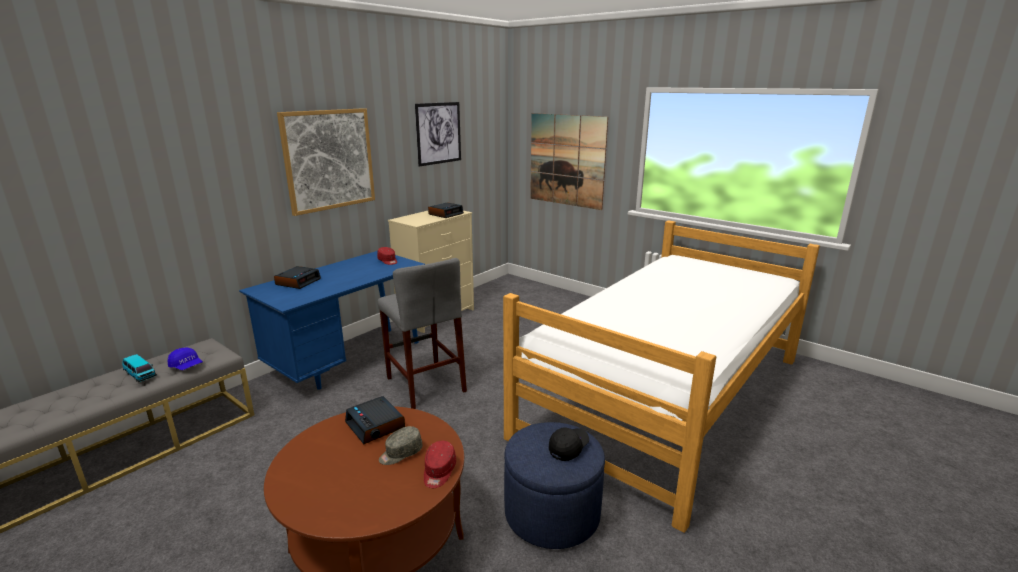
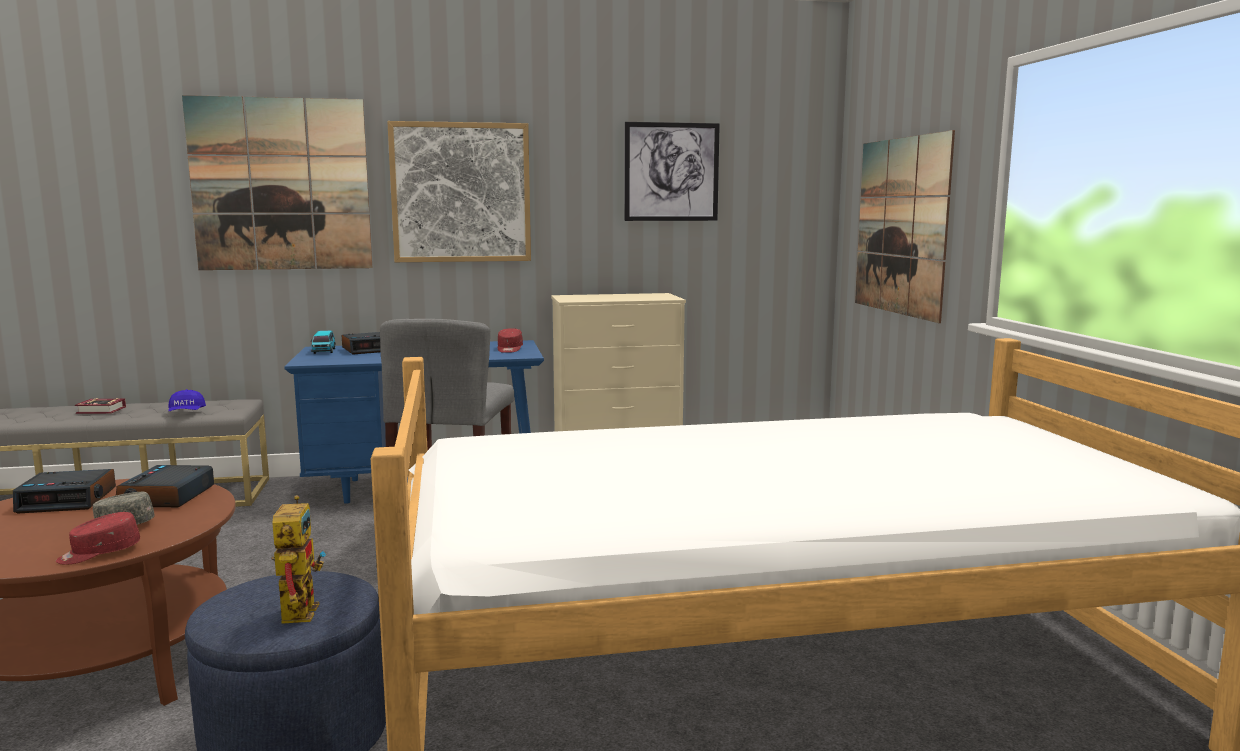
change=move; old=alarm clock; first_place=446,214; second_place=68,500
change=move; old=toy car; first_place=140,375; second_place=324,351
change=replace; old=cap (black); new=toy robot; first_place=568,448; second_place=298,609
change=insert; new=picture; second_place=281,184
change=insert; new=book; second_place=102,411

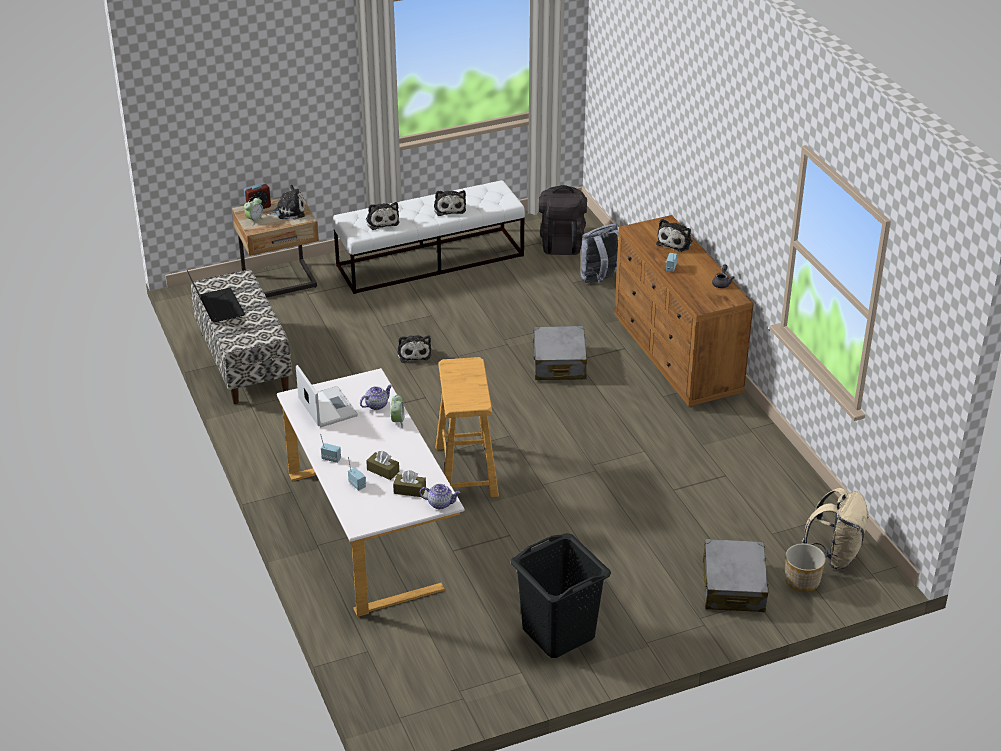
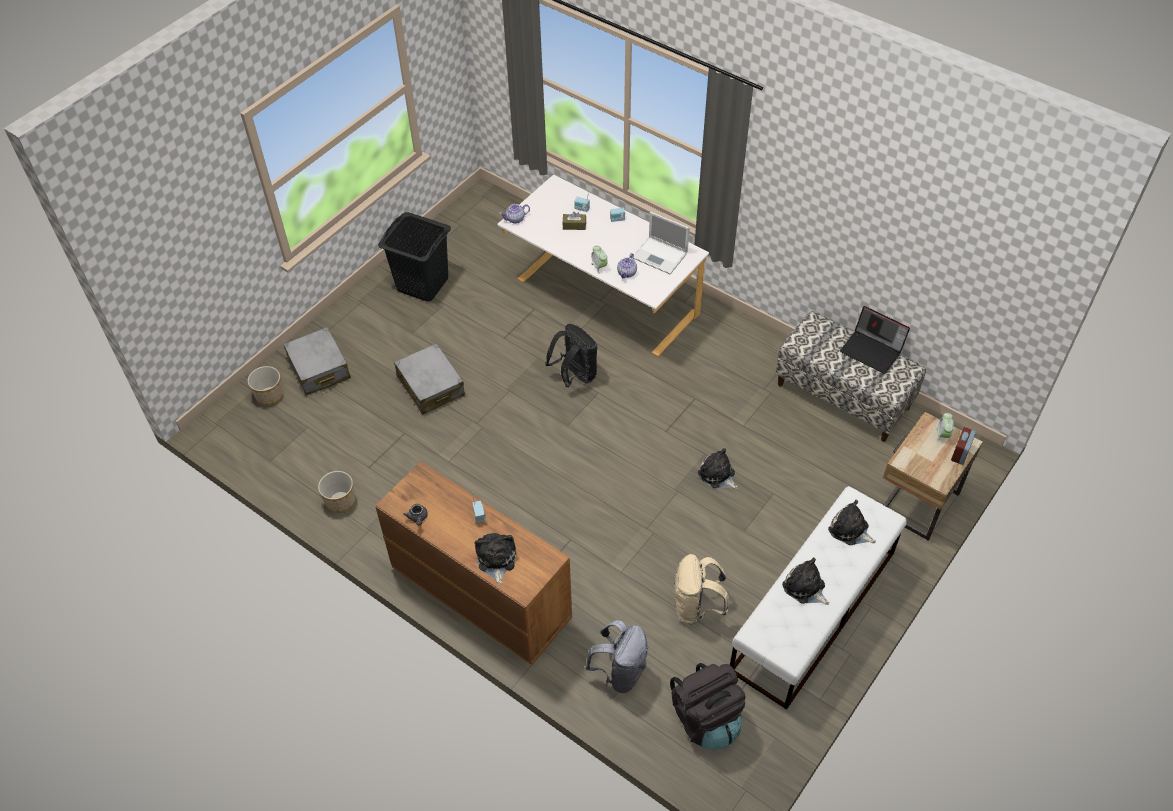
change=delete; old=plush toy; first_place=288,211
change=move; old=suitcase (grey); first_place=559,363; second_place=430,386
change=replace; old=stool (beige); new=backpack (black); first_place=466,471; second_place=575,375
change=delete; old=tissue box (brown); first_place=409,490
change=move; old=backpack (beige); first_place=834,555; second_place=696,607
change=insert; new=planter; second_place=340,501

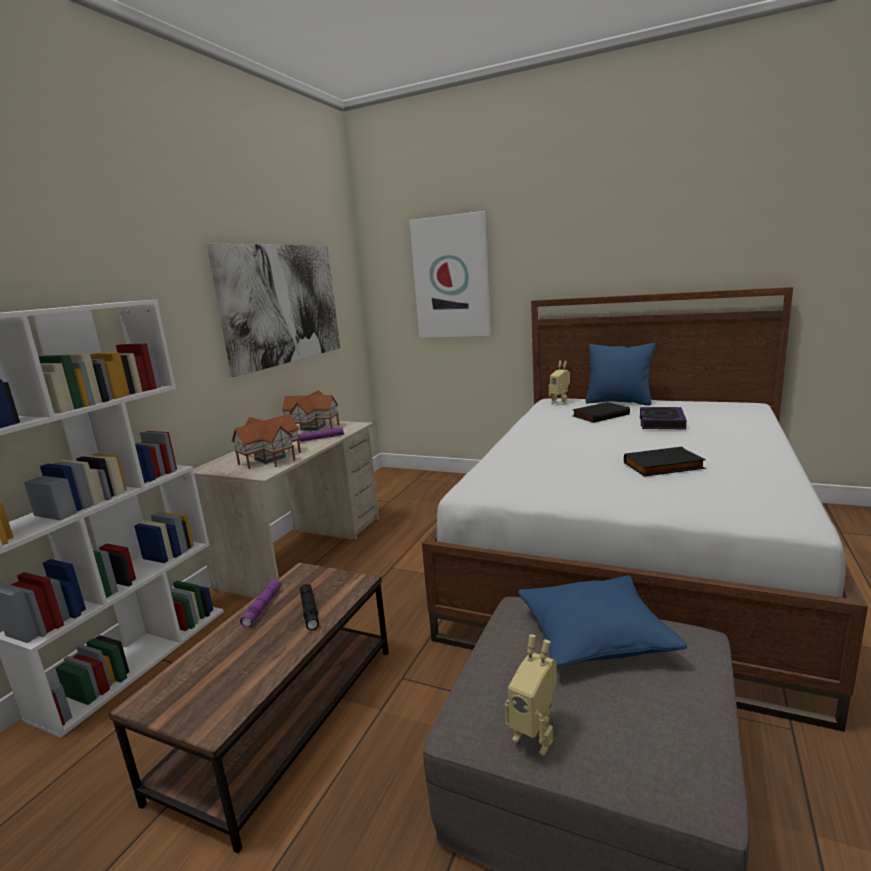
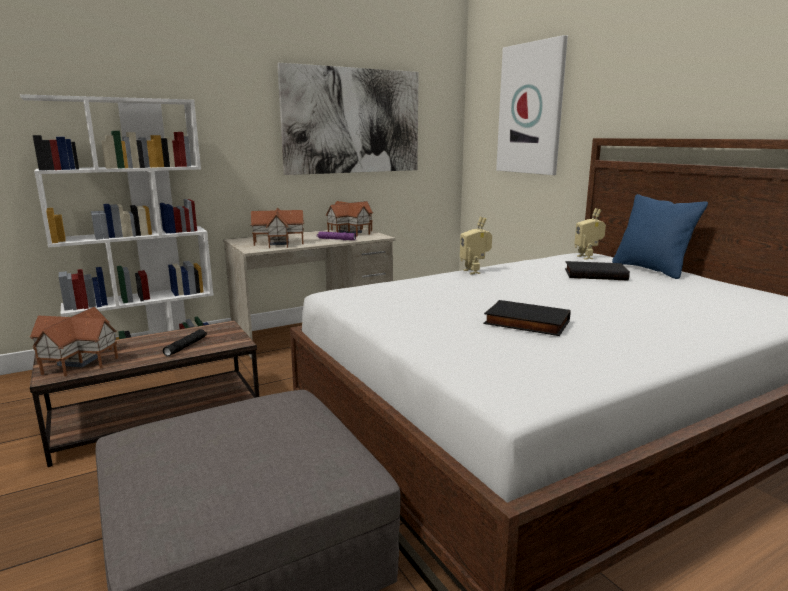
change=delete; old=book; first_place=661,422
change=delete; old=pillow (blue); first_place=595,636
change=delete; old=flashlight (purple); first_place=262,607
change=move; old=toy robot; first_place=535,736; second_place=474,271
change=insert; new=toy house; second_place=78,360

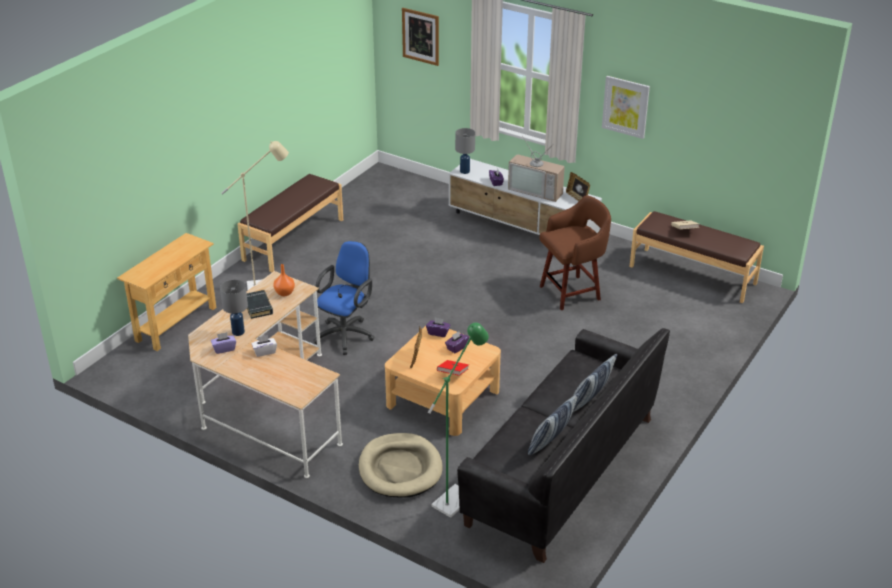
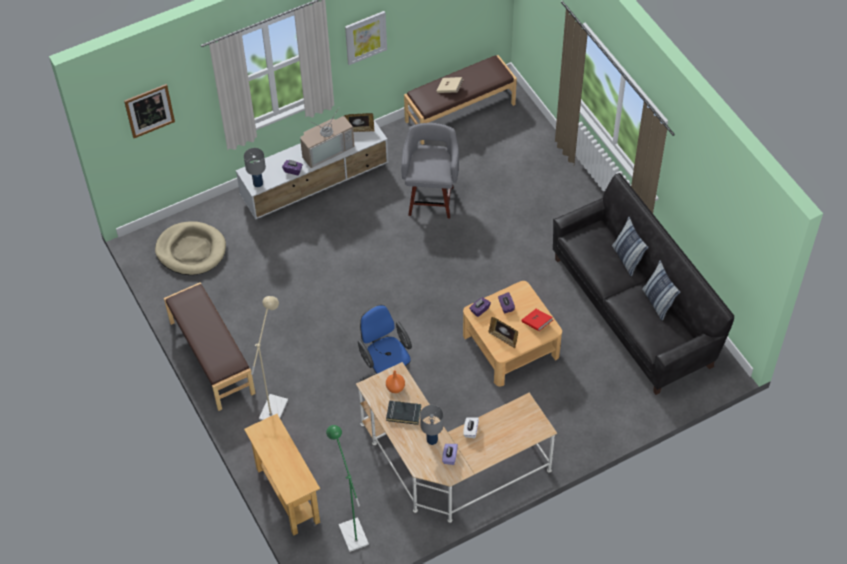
change=recolor; old=stool (brown); new=stool (grey); first_place=572,292; second_place=431,199
change=move; old=floor lamp (green); first_place=457,497; second_place=351,529
change=move; old=dog bed (beige); first_place=400,469; second_place=191,250

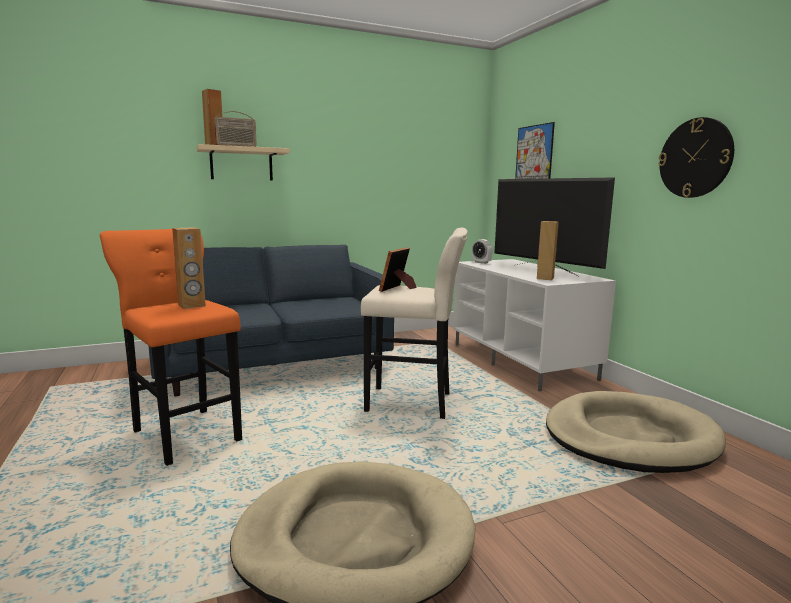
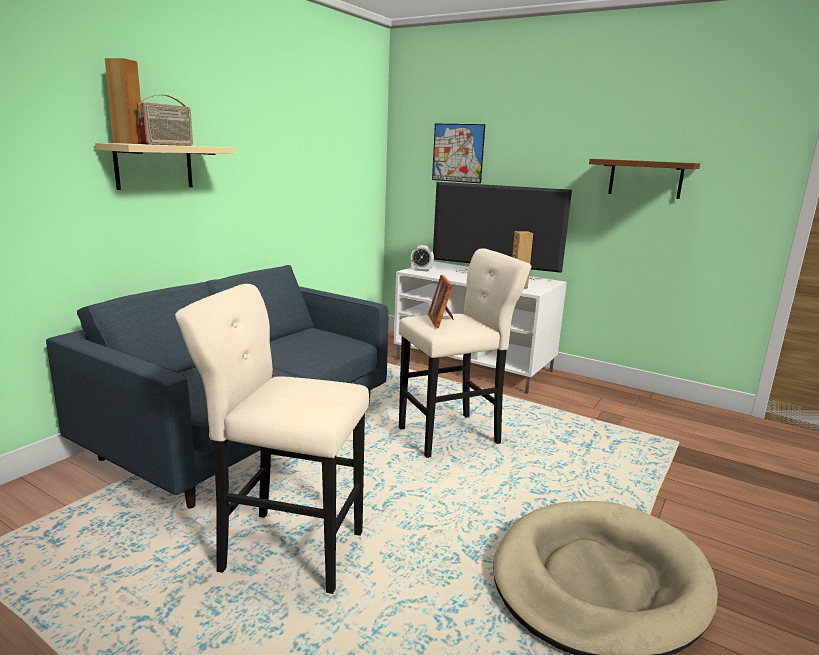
change=replace; old=wall clock; new=shelf (brown); first_place=695,158; second_place=645,178
change=delete; old=speaker (brown); first_place=192,305
change=recolor; old=stool (orange); new=stool (beige); first_place=185,433; second_place=286,549
change=delete; old=dog bed (beige); first_place=629,437

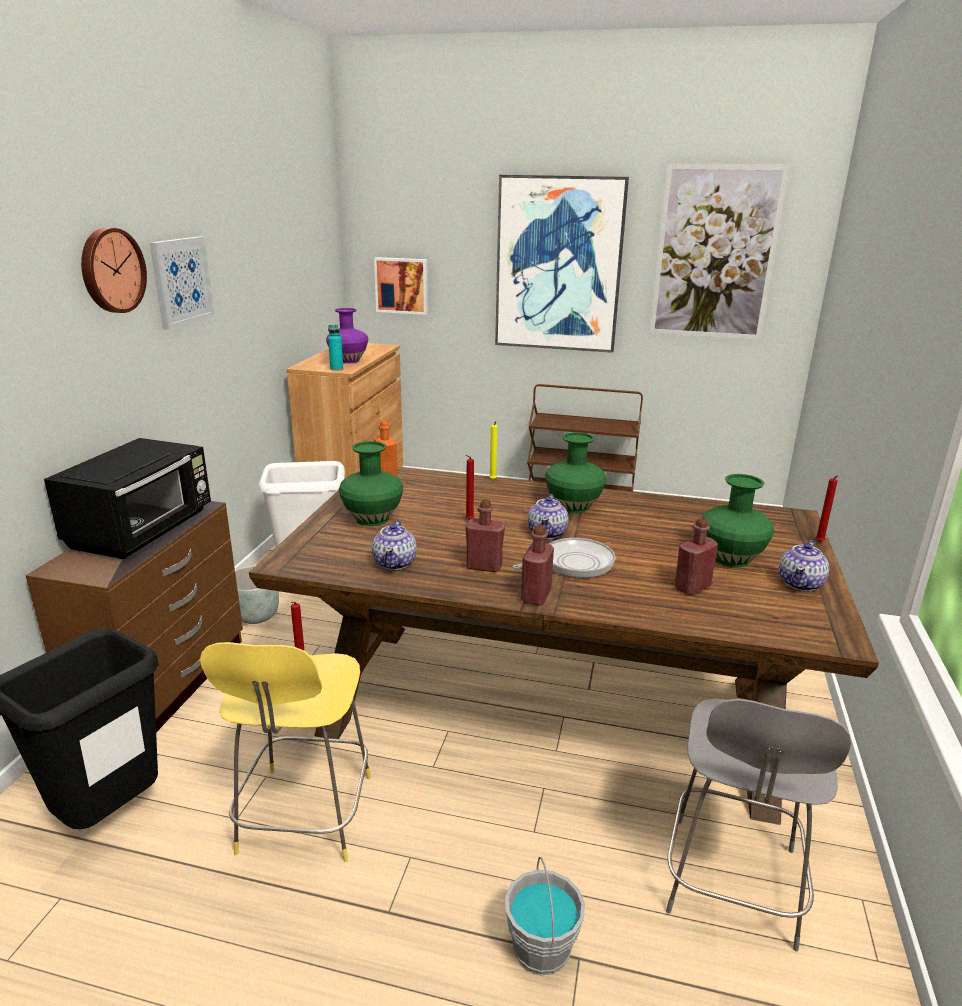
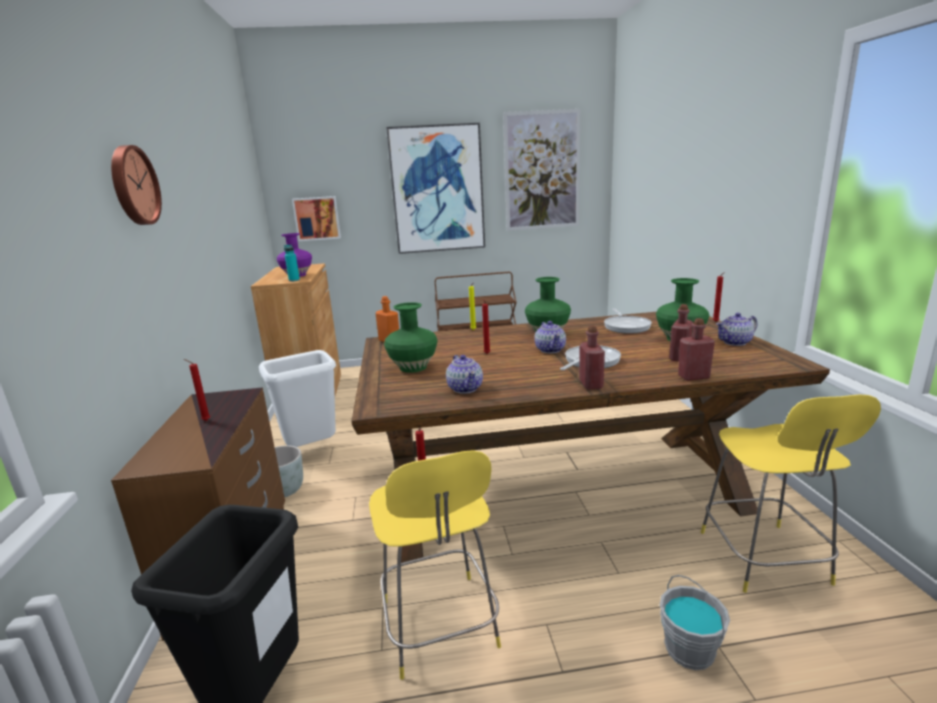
change=delete; old=picture; first_place=181,281
change=replace; old=microwave (black); new=candle (red); first_place=143,531; second_place=205,421
change=move; old=bottle (red); first_place=484,566; second_place=693,377
change=rotate; old=teapot; first_place=801,583; second_place=735,342; degrees=60
change=recolor; old=stool (grey); new=stool (yellow); first_place=731,885; second_place=765,560
change=insert; new=frying pan; second_place=626,326

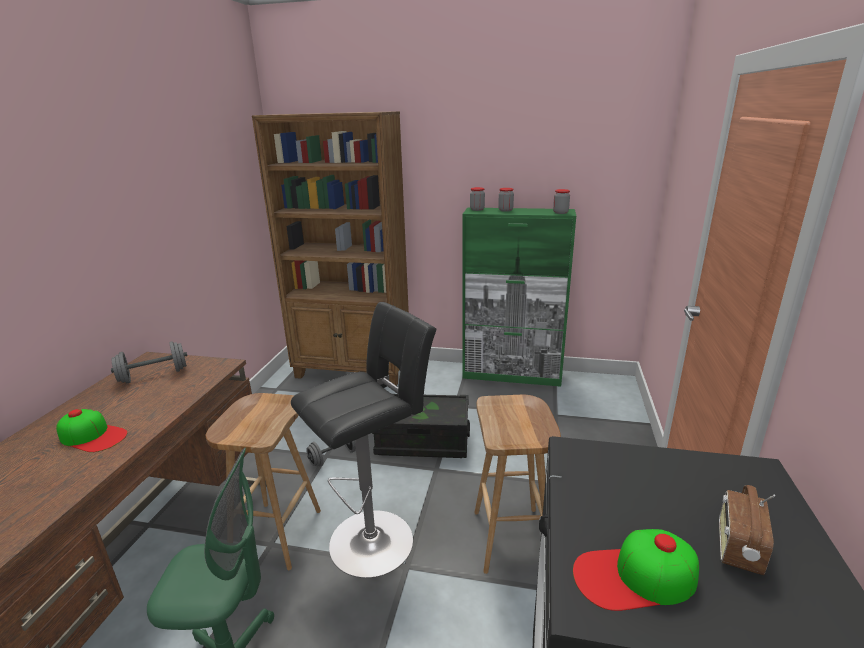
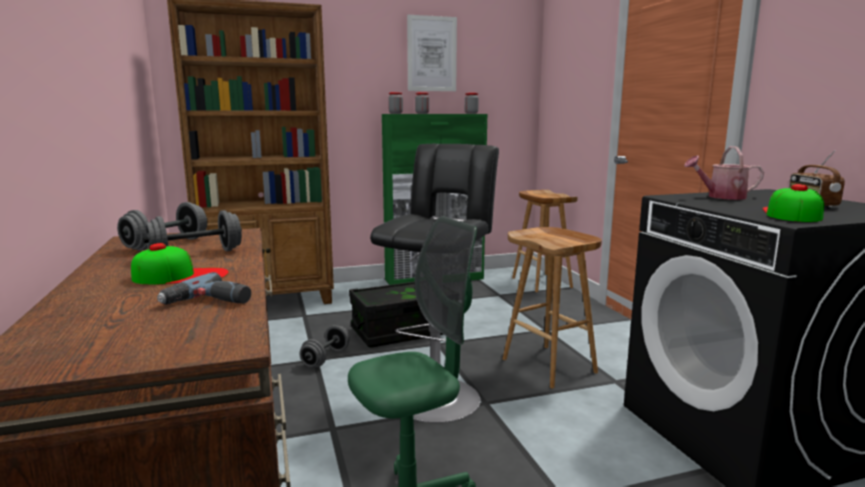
change=move; old=stool (brown); first_place=276,533; second_place=540,282
change=rotate; old=cap; first_place=634,576; second_place=791,214; degrees=150
change=insert; new=picture; second_place=432,54
change=insert; new=watering can; second_place=721,197
change=insert; new=dumbbell (grey); second_place=196,255
change=insert; new=power drill; second_place=208,302

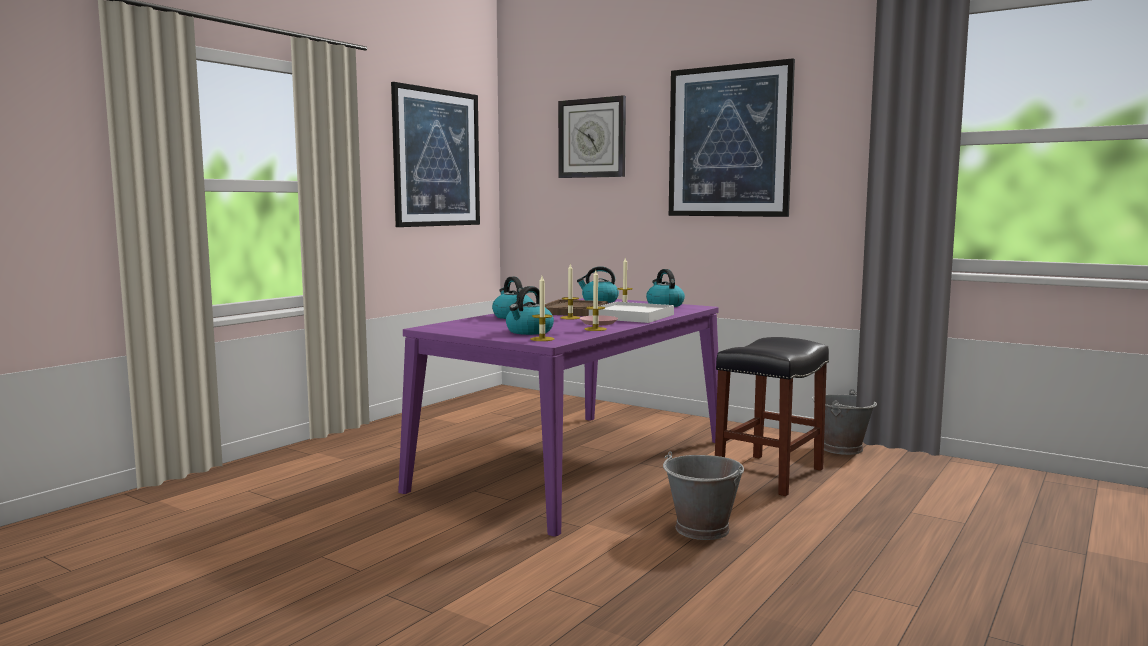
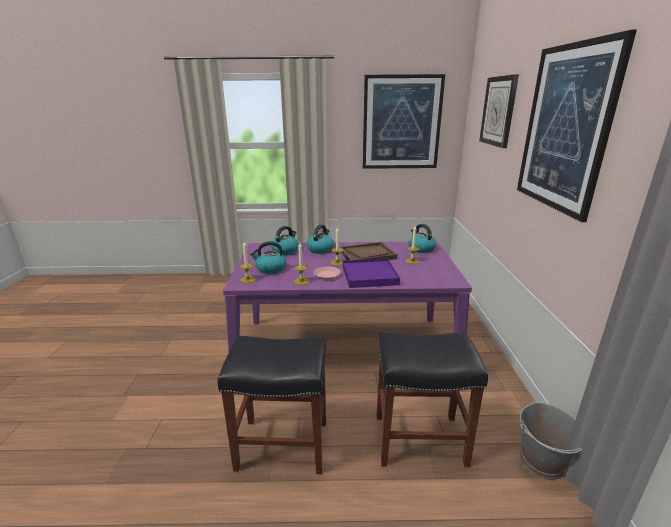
change=move; old=kettle; first_place=664,305; second_place=285,251
change=recolor; old=tray (white); new=tray (purple); first_place=631,316; second_place=369,275
change=replace; old=bucket (grey); new=stool (black); first_place=702,529; second_place=281,445

